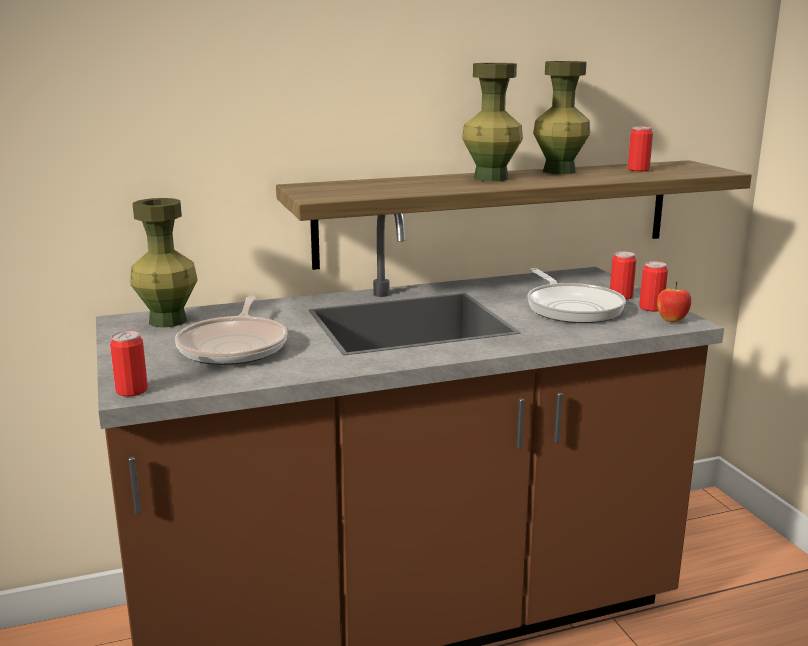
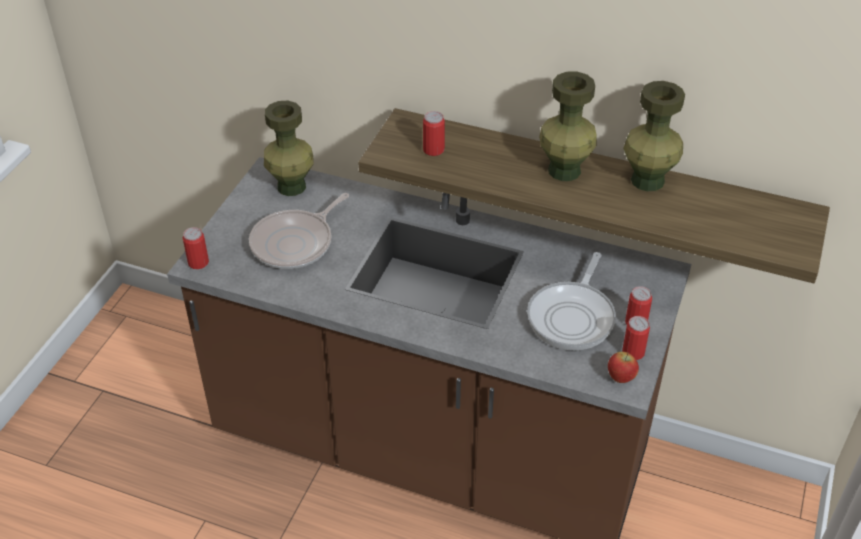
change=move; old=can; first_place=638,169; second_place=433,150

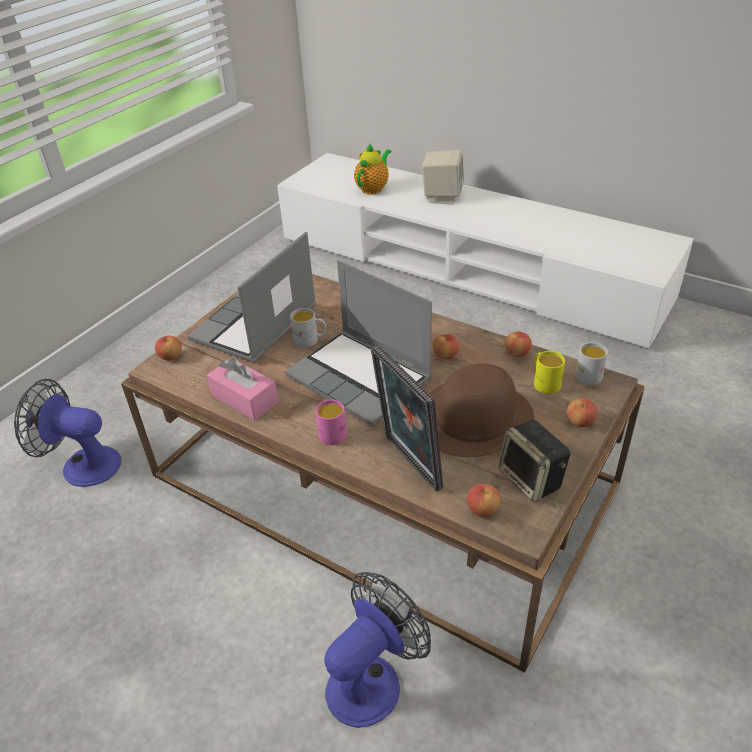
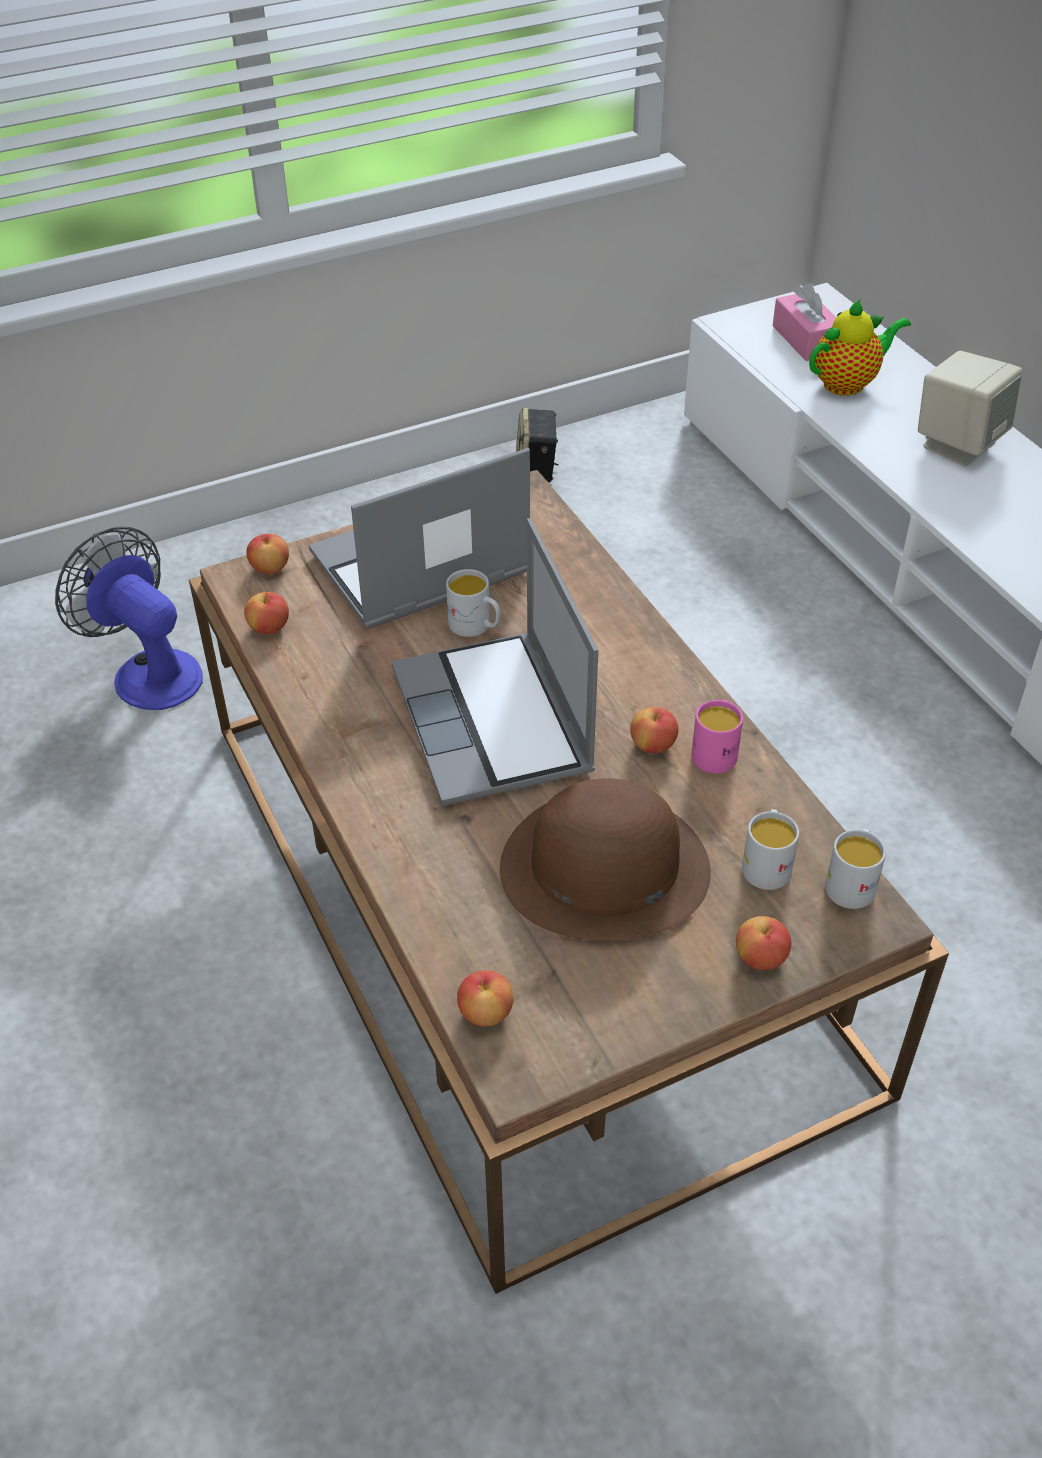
change=move; old=apple; first_place=517,353; second_place=269,627
change=delete; old=picture frame; first_place=408,463
change=recolor; old=mug (yellow); new=mug (white); first_place=544,382; second_place=766,864
change=move; old=tissue box (pink); first_place=244,398; second_place=805,340
change=move; old=mug (pink); first_place=331,432; second_place=715,751
change=move; old=speaker; first_place=532,480; second_place=537,469
change=delete; old=fan; first_place=372,679

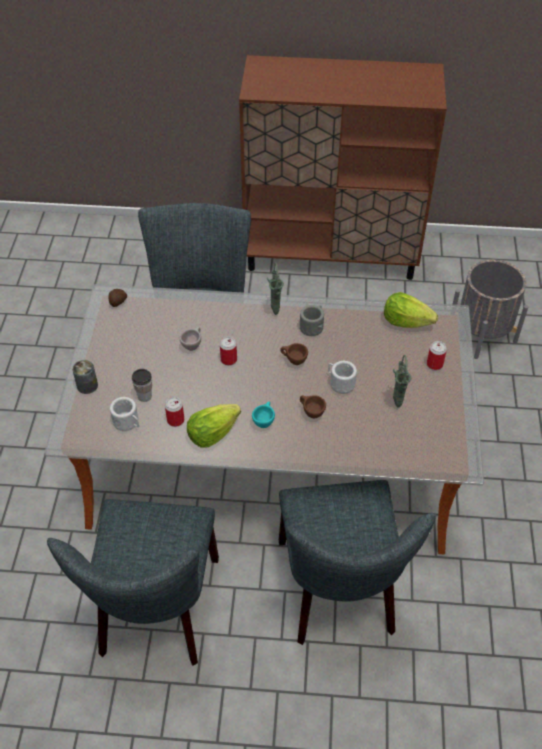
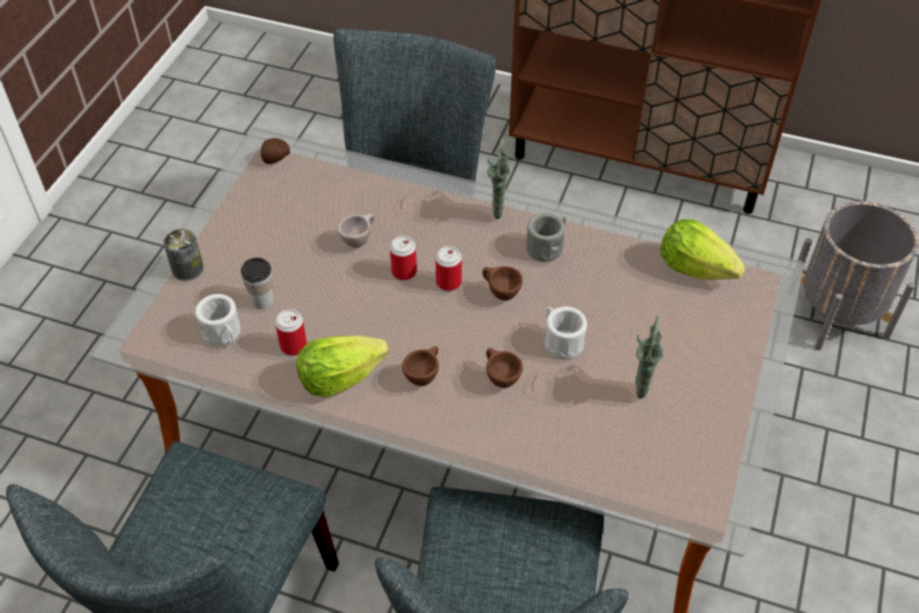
change=move; old=can; first_place=434,364; second_place=448,282
change=recolor; old=cup (turquoise); new=cup (brown); first_place=264,421; second_place=424,376

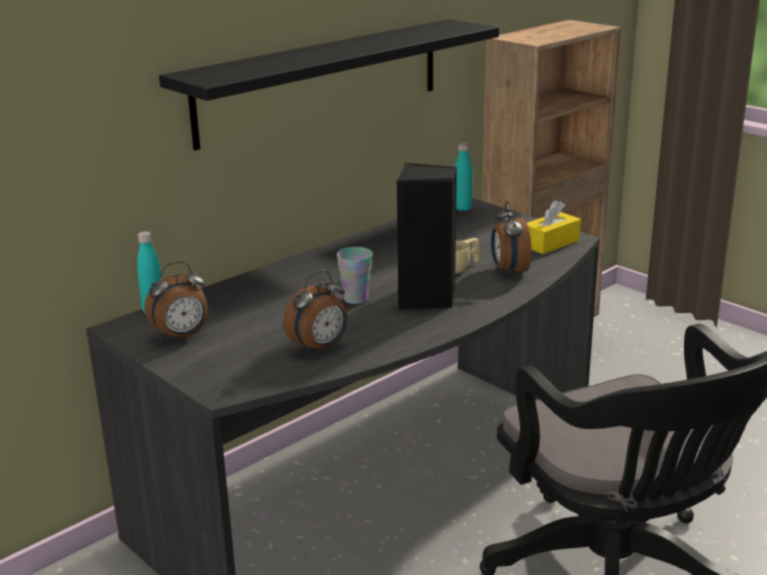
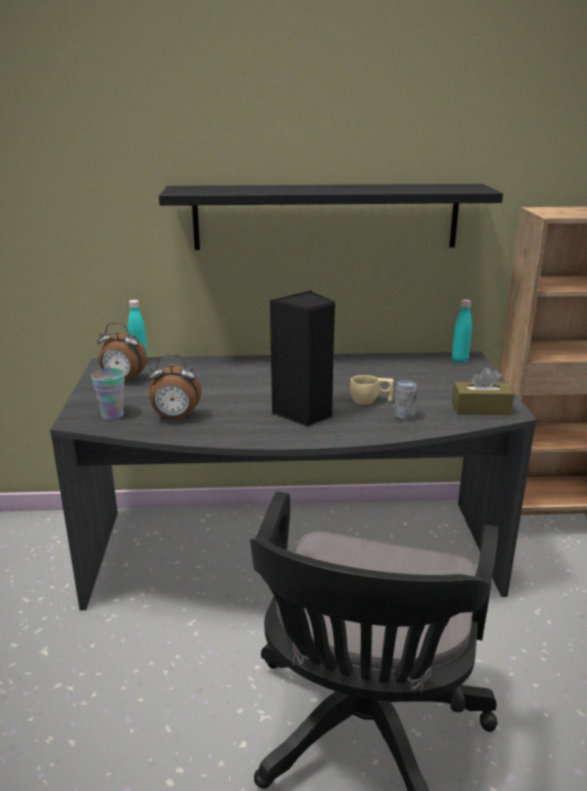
change=recolor; old=tissue box (yellow); new=tissue box (brown); first_place=550,243; second_place=480,408
change=replace; old=alarm clock; new=can; first_place=508,270; second_place=404,416
change=move; old=cup; first_place=356,299; second_place=112,415

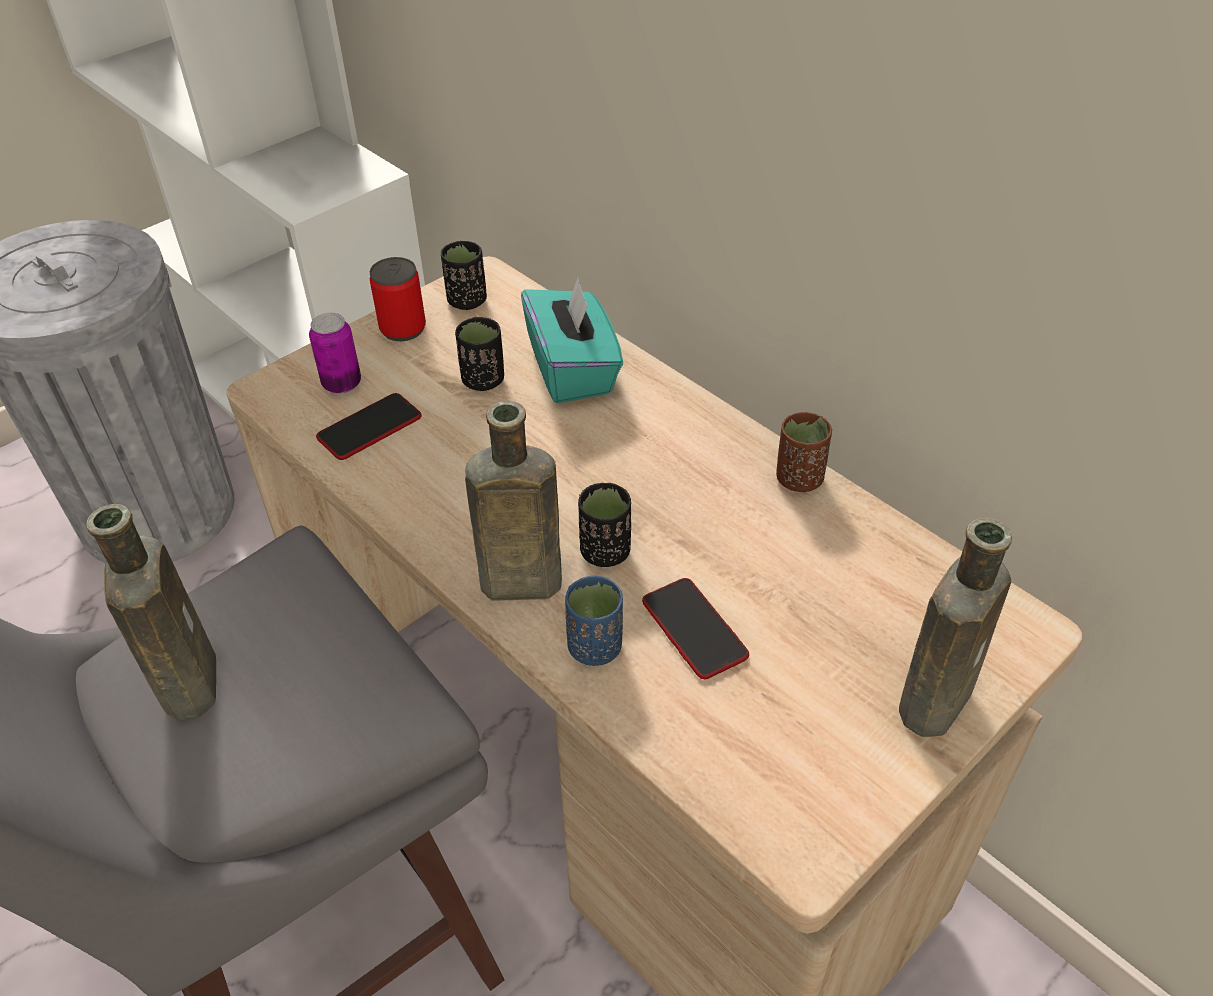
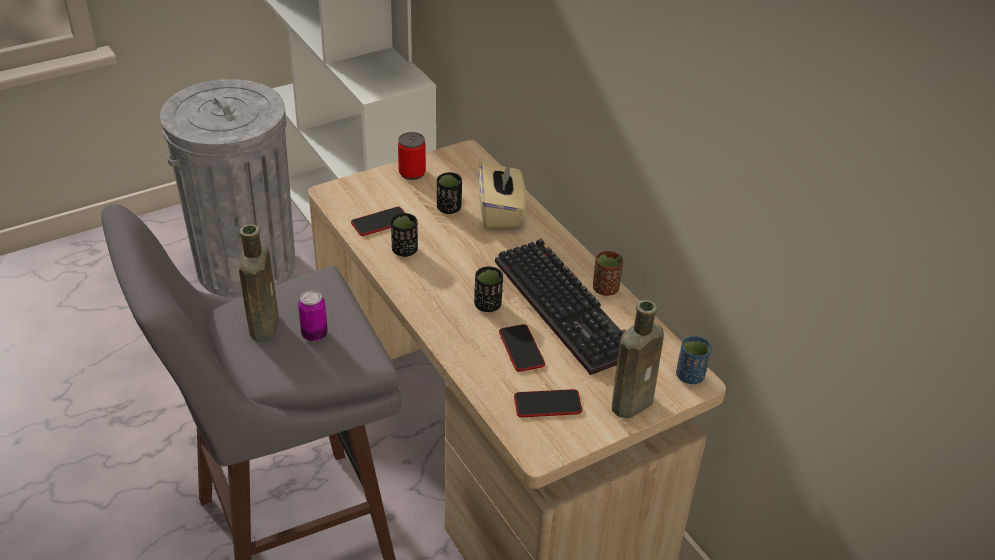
change=move; old=cup (black); first_place=467,301; second_place=404,250
change=recolor; old=tissue box (turquoise); new=tissue box (beige); first_place=573,370; second_place=500,211
change=move; old=can; first_place=342,384; second_place=314,334
change=delete; old=bottle (brown); first_place=515,583
change=move; old=cup (blue); first_place=595,647; second_place=690,376
change=insert; new=keyboard; second_place=568,308
change=insert; new=phone; second_place=547,404

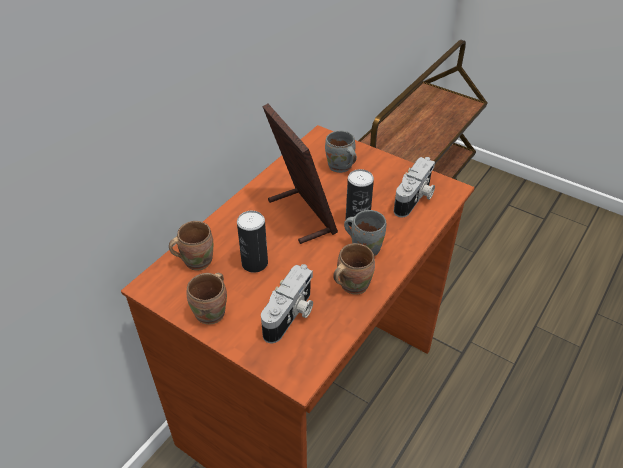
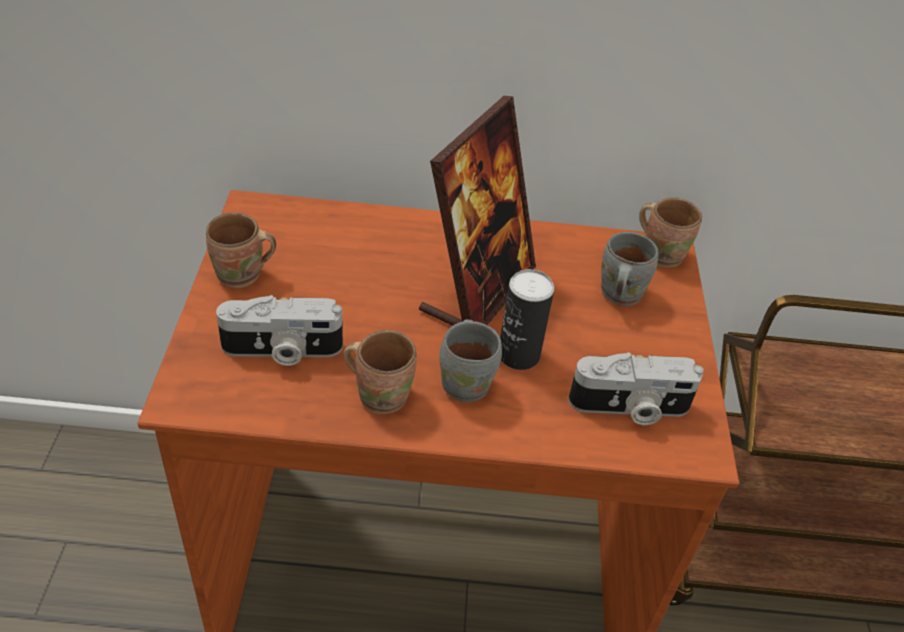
change=delete; old=can; first_place=254,263
change=move; old=mug (brown); first_place=196,260; second_place=661,254

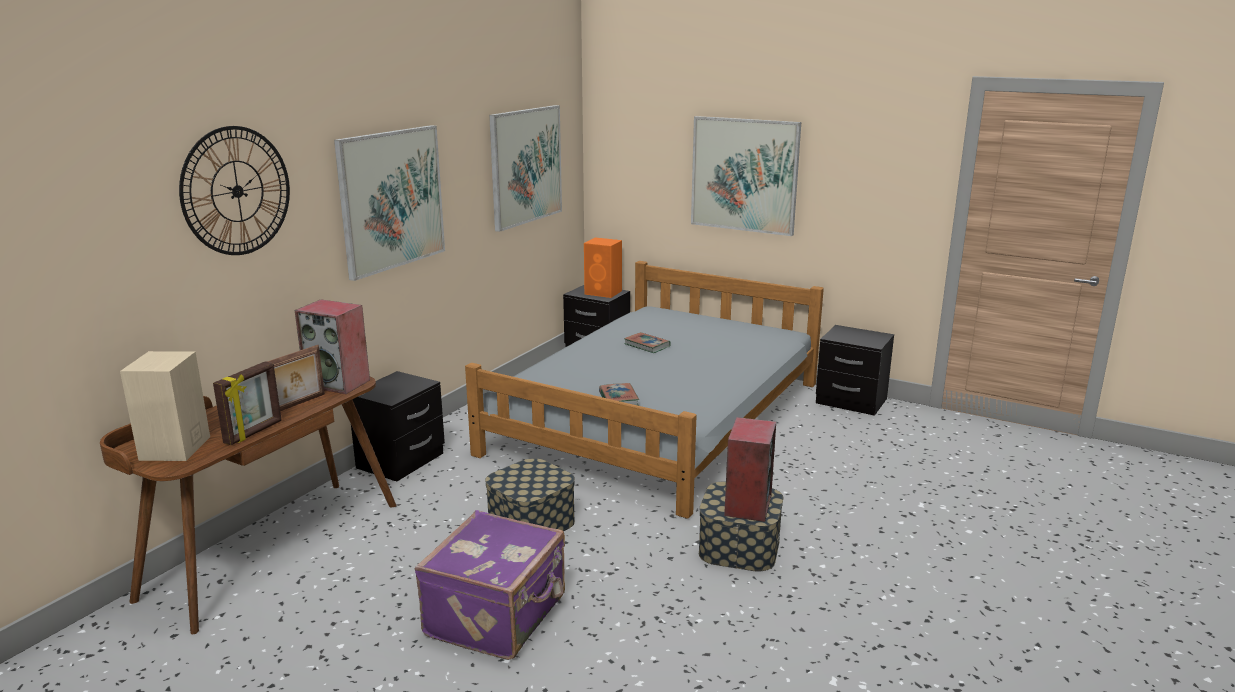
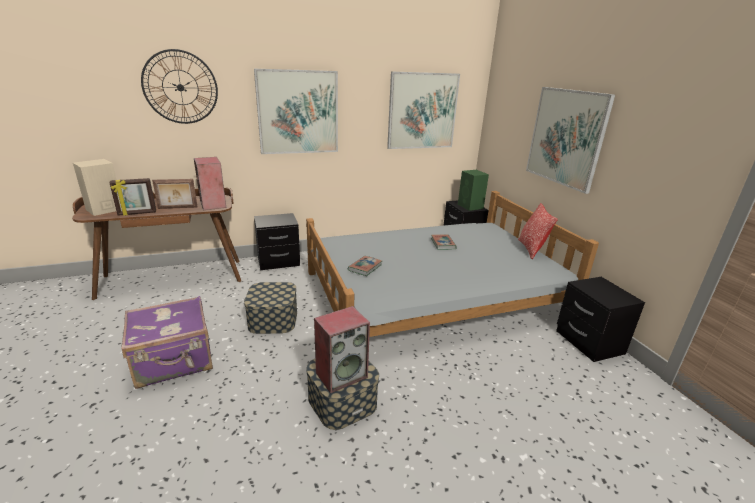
change=recolor; old=speaker (orange); new=speaker (green); first_place=604,292; second_place=470,206
change=insert; new=pillow; second_place=531,249

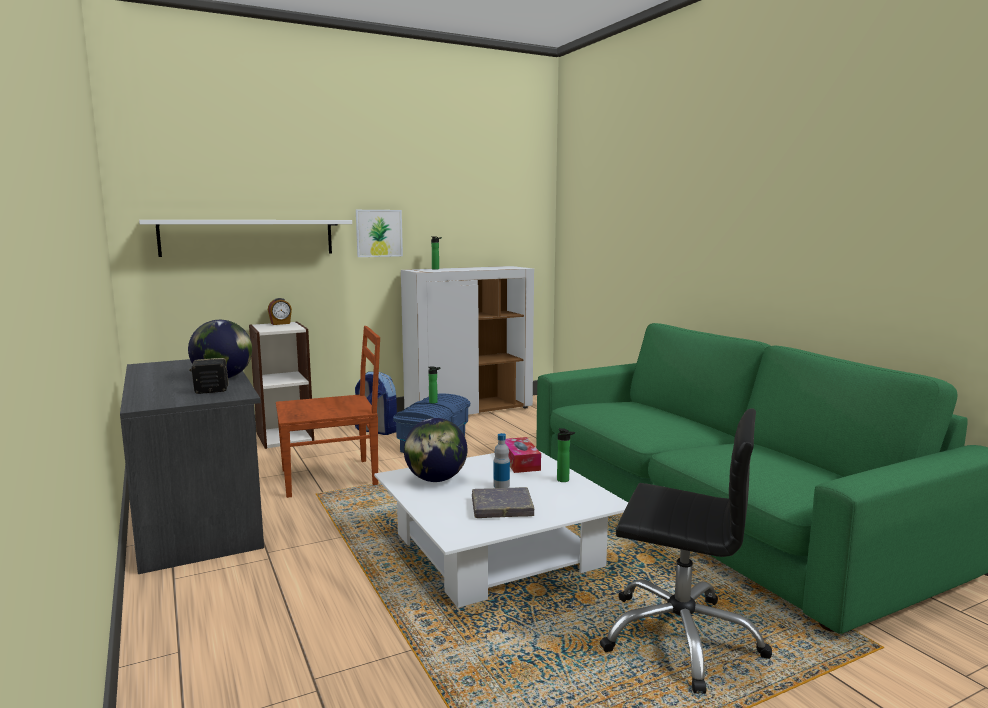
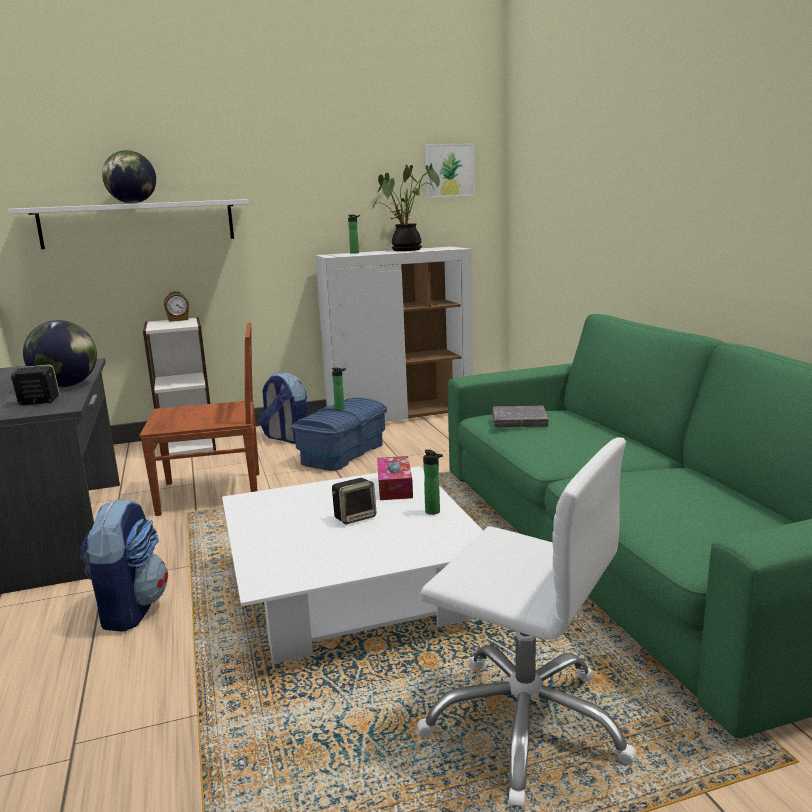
change=move; old=picture; first_place=379,233; second_place=449,170
change=recolor; old=office chair (black); new=office chair (white); first_place=680,637; second_place=526,724
change=move; old=globe; first_place=436,479; second_place=133,203
change=replace; old=bottle; new=speaker; first_place=501,486; second_place=355,517
change=move; old=book (grey); first_place=502,507; second_place=519,421
change=insert; new=potted plant; second_place=406,250
change=insert; new=backpack; second_place=130,609

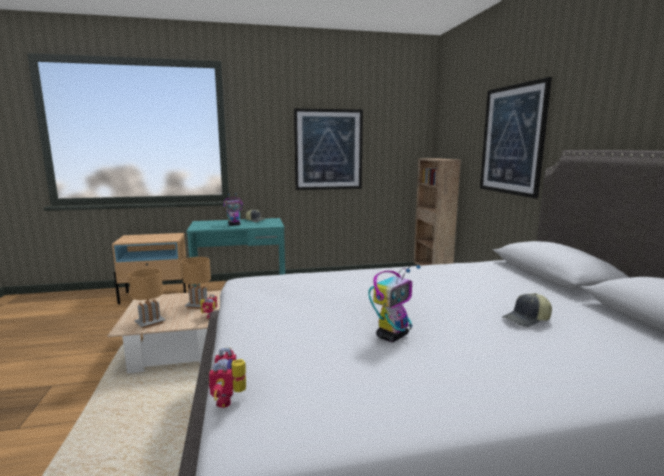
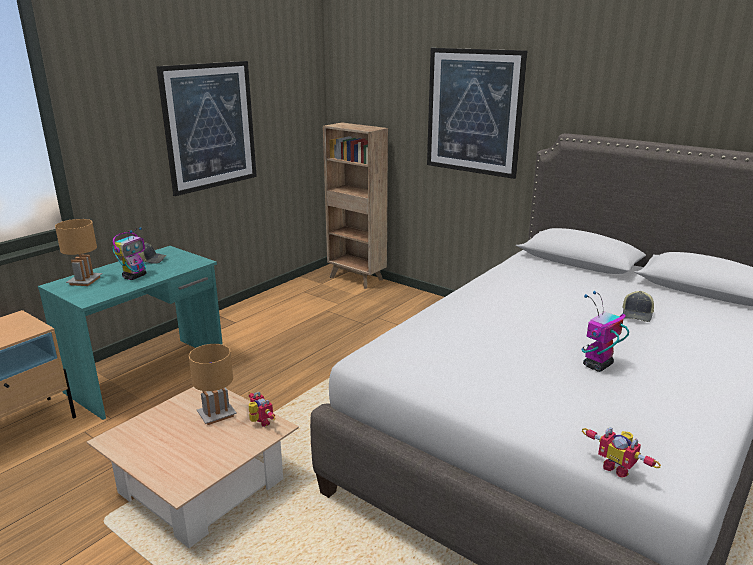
change=rotate; old=toy robot; first_place=392,336; second_place=597,365; degrees=-135
change=move; old=table lamp (brown); first_place=150,323; second_place=85,281

